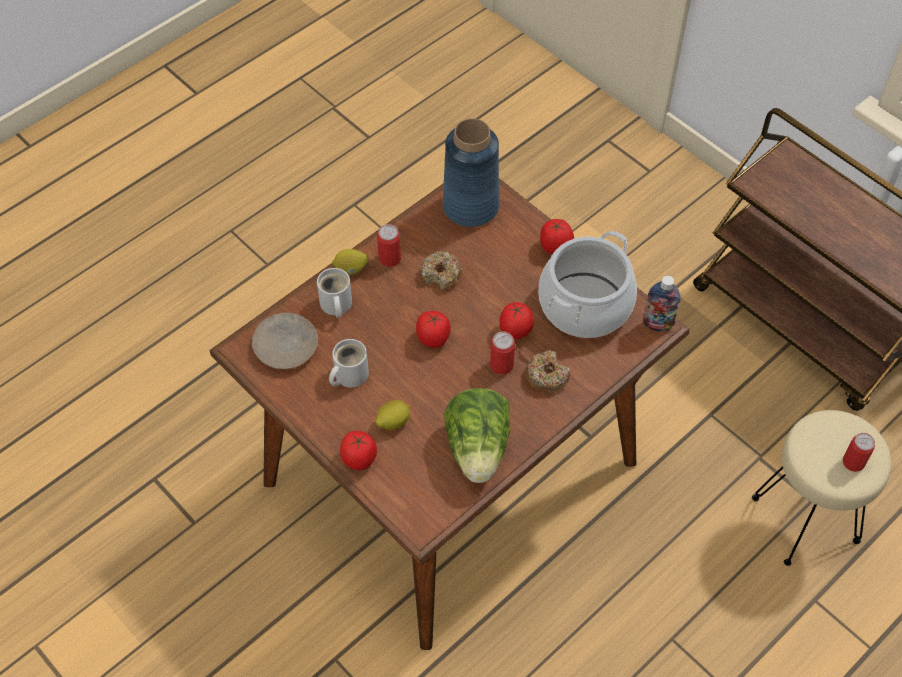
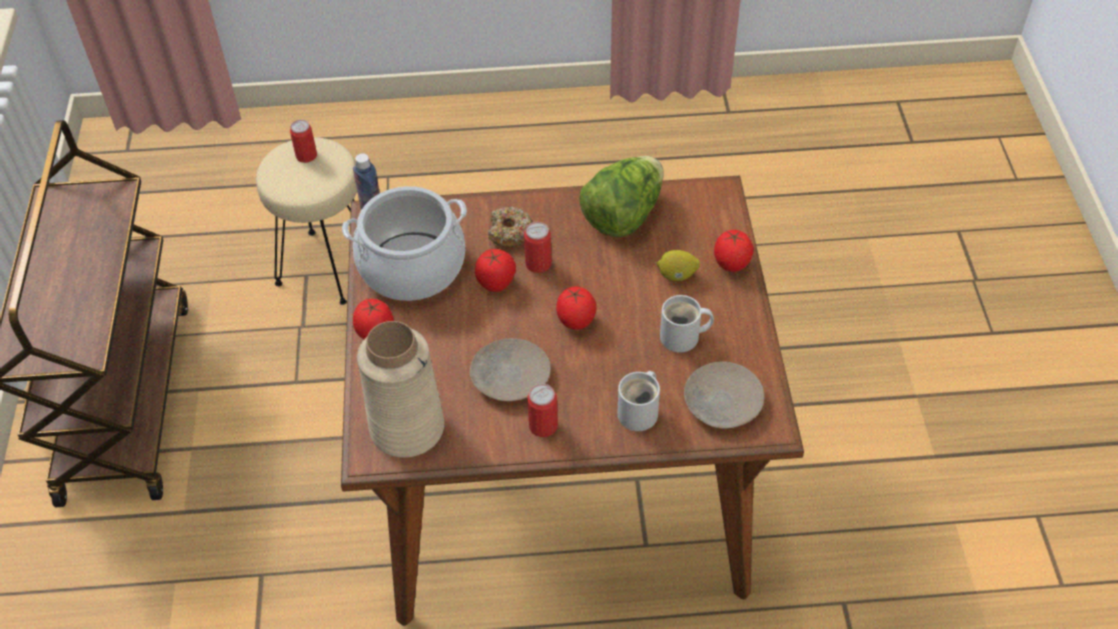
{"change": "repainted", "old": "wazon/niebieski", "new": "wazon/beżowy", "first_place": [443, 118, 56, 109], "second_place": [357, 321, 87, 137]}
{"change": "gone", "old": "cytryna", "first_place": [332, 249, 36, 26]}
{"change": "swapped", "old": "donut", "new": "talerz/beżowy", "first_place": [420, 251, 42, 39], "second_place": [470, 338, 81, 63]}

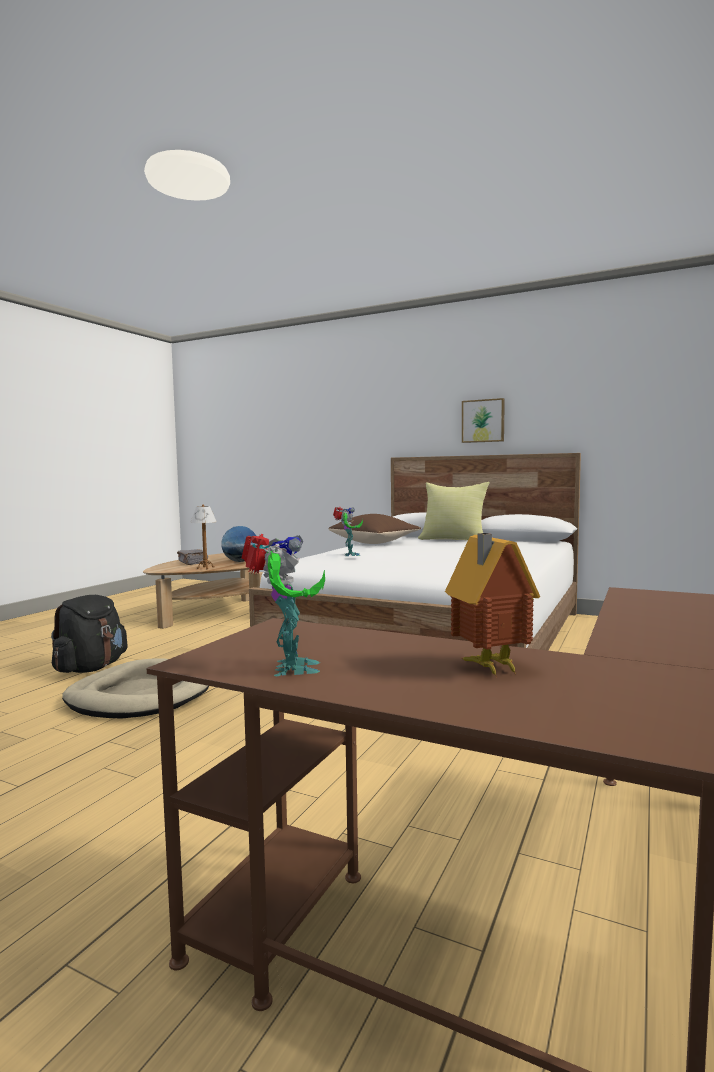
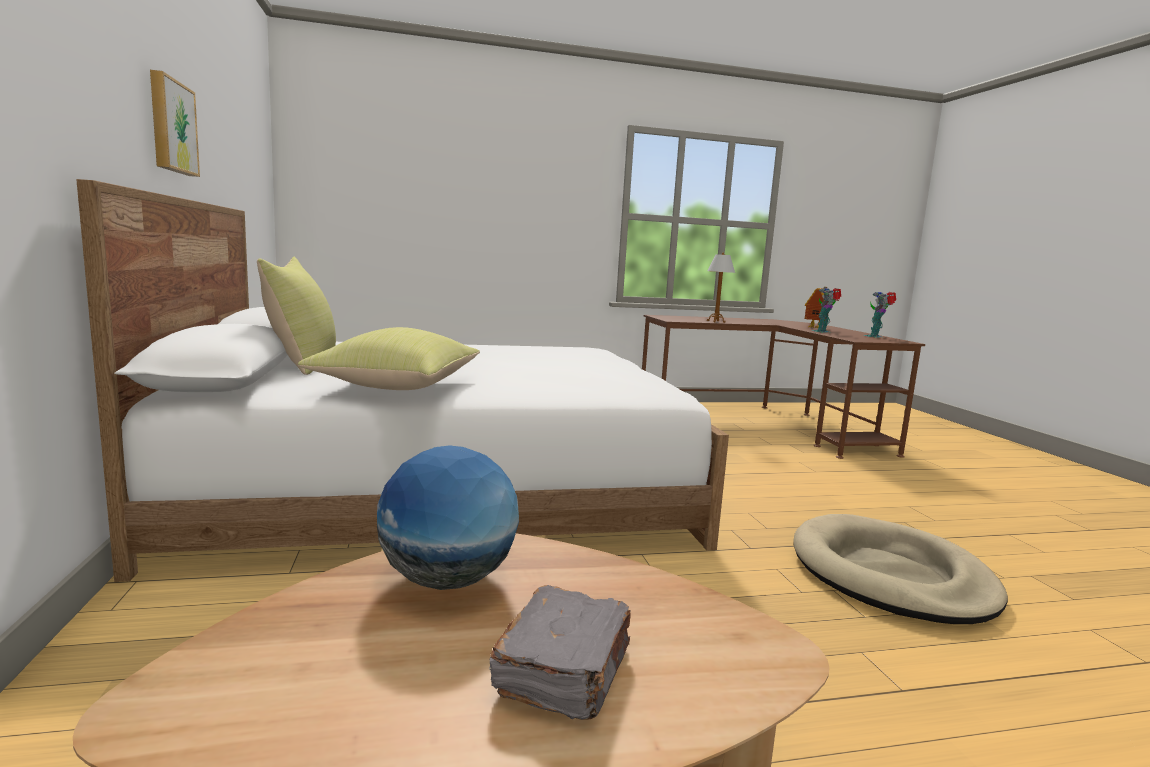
{"change": "shifted", "old": "lampa stołowa", "first_place": [190, 504, 27, 65], "second_place": [707, 252, 28, 71]}
{"change": "shifted", "old": "robot zabawkowy", "first_place": [333, 507, 30, 49], "second_place": [812, 288, 29, 45]}
{"change": "repainted", "old": "poduszka/brązowy", "new": "poduszka/żółty", "first_place": [329, 514, 92, 30], "second_place": [298, 327, 182, 63]}
{"change": "gone", "old": "plecak/czarny", "first_place": [51, 595, 77, 78]}

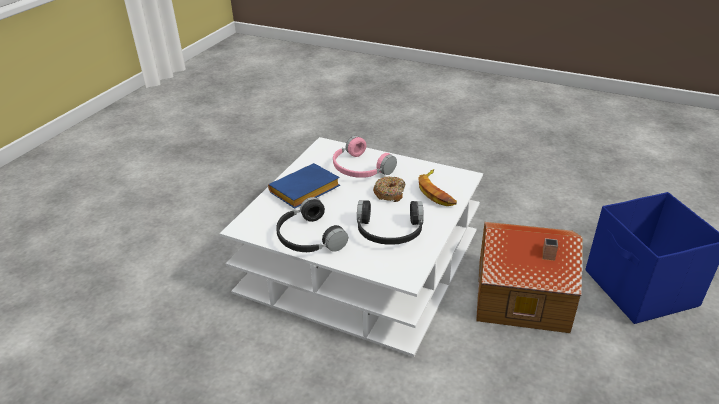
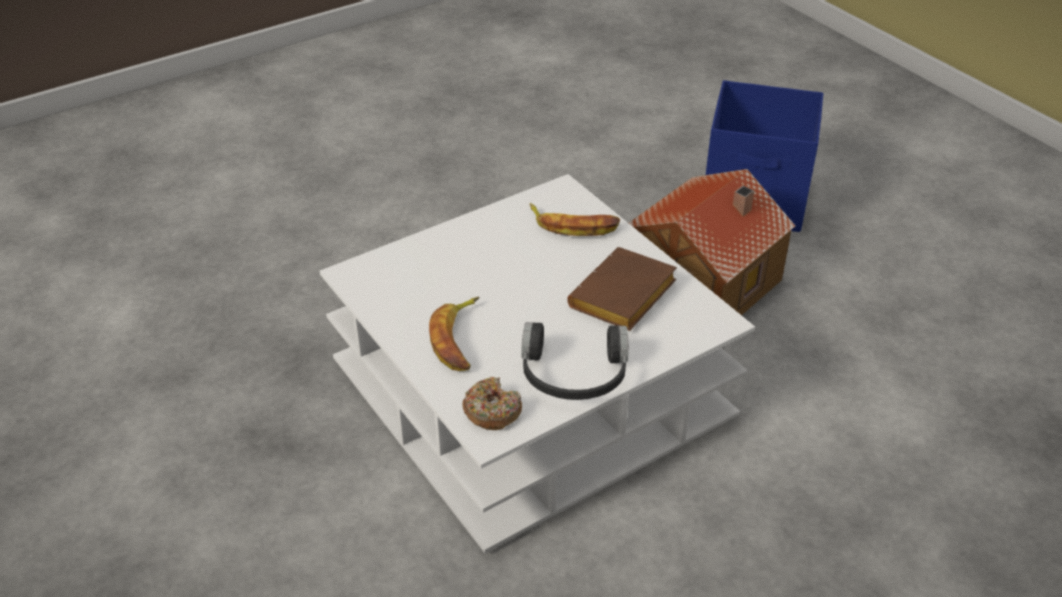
{"change": "gone", "old": "słuchawki/różowy", "first_place": [333, 136, 64, 42]}
{"change": "swapped", "old": "książka/niebieski", "new": "banan", "first_place": [268, 163, 72, 46], "second_place": [429, 297, 50, 74]}
{"change": "shifted", "old": "donut", "first_place": [373, 176, 32, 26], "second_place": [462, 377, 60, 53]}
{"change": "swapped", "old": "słuchawki/czarny", "new": "książka/brązowy", "first_place": [357, 200, 67, 45], "second_place": [567, 247, 110, 84]}

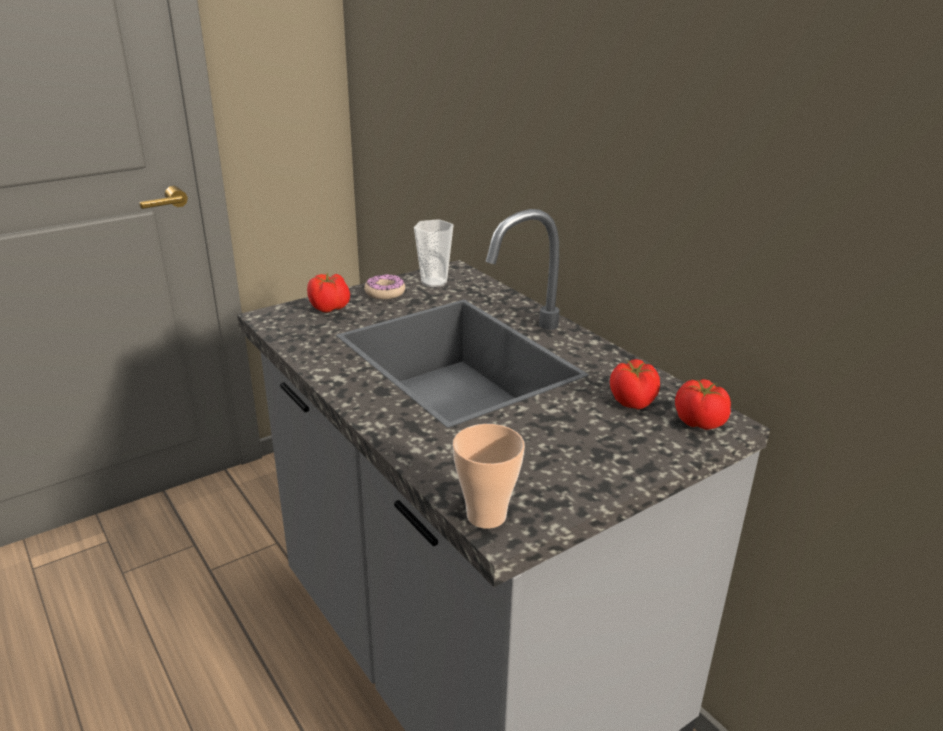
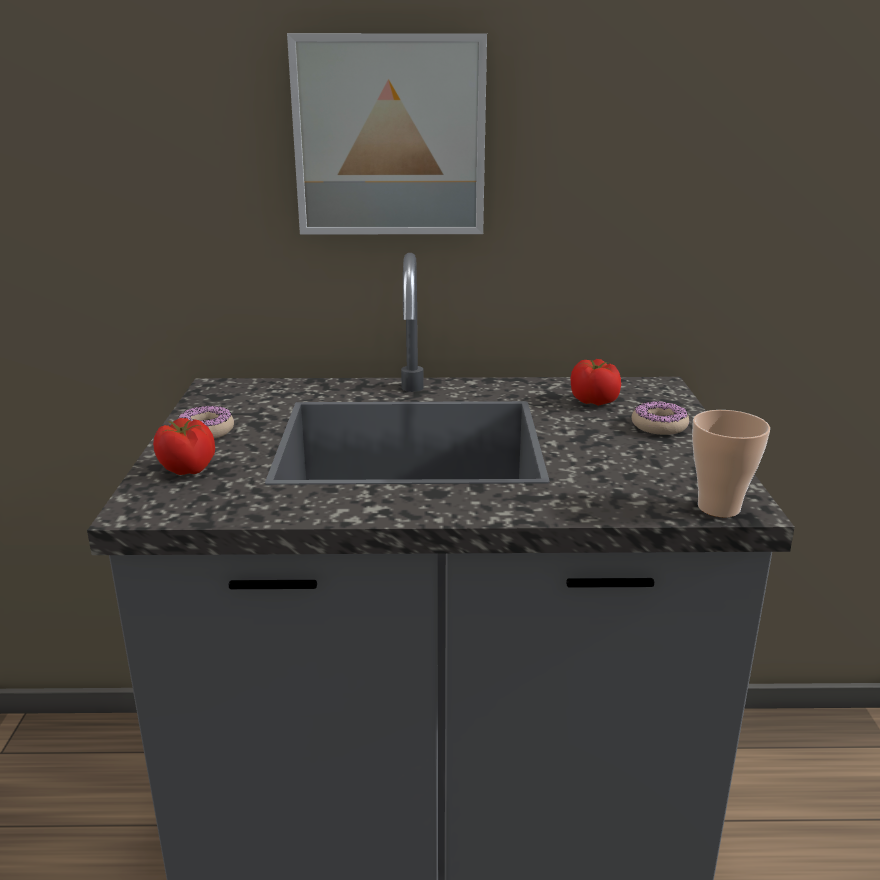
{"change": "gone", "old": "filiżanka", "first_place": [414, 219, 40, 68]}
{"change": "gone", "old": "pomidor", "first_place": [675, 379, 56, 51]}
{"change": "new", "new": "obraz", "second_place": [287, 33, 200, 202]}
{"change": "new", "new": "donut", "second_place": [632, 401, 57, 34]}

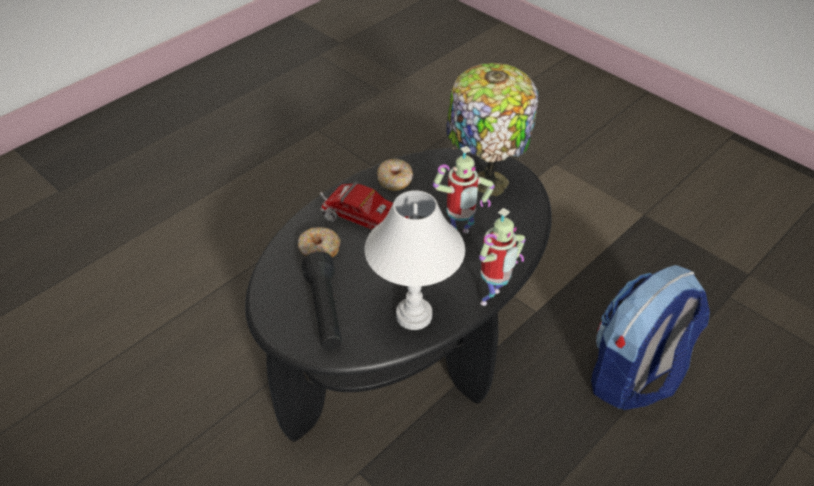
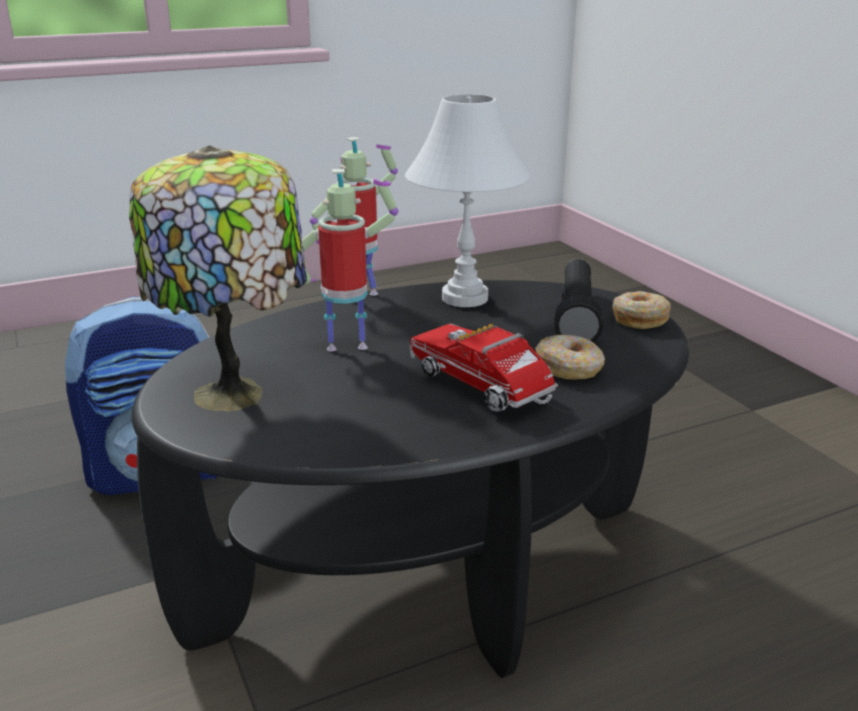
{"change": "shifted", "old": "donut", "first_place": [377, 159, 36, 32], "second_place": [612, 291, 59, 38]}

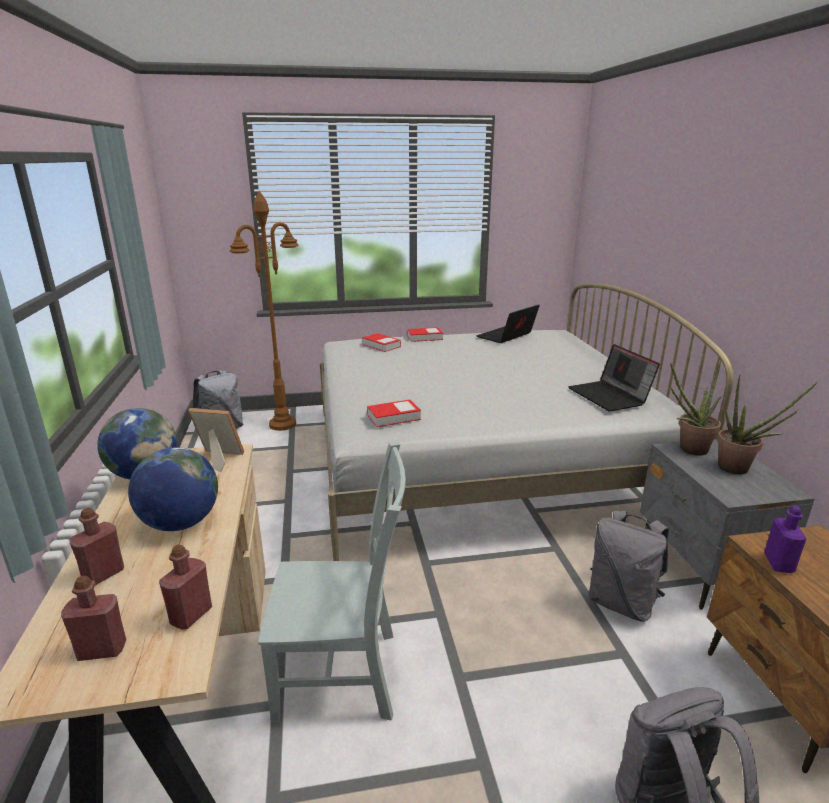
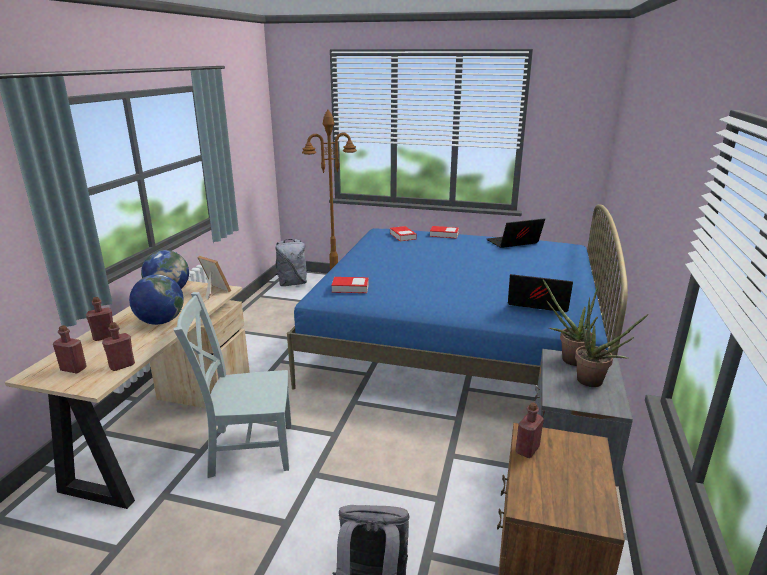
{"change": "repainted", "old": "łóżko/biały", "new": "łóżko/niebieski", "first_place": [320, 283, 414, 278], "second_place": [287, 204, 341, 186]}
{"change": "rotated", "old": "laptop", "first_place": [568, 344, 92, 67], "second_place": [508, 274, 65, 38], "degrees": 105}
{"change": "rotated", "old": "krzesło/szary", "first_place": [258, 441, 148, 281], "second_place": [173, 292, 119, 186], "degrees": 150}
{"change": "repainted", "old": "butelka/fioletowy", "new": "butelka/czerwony", "first_place": [764, 506, 43, 67], "second_place": [515, 402, 29, 56]}
{"change": "gone", "old": "plecak/szary", "first_place": [589, 511, 80, 111]}

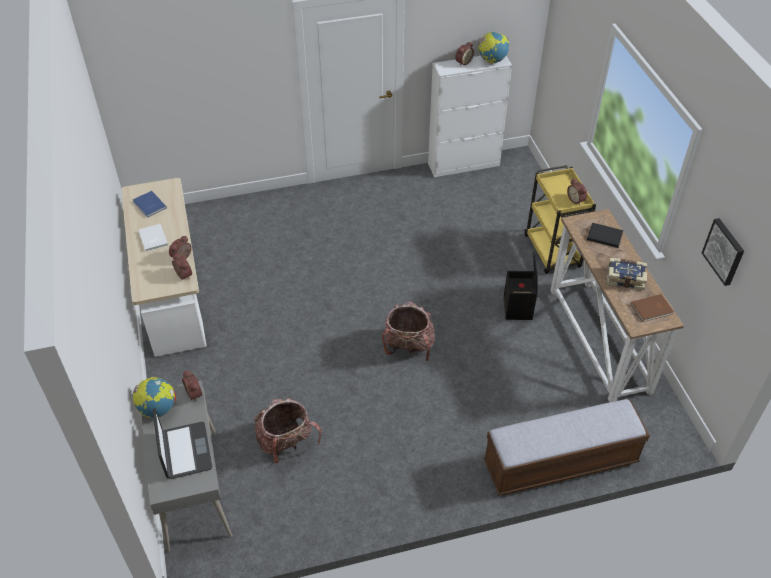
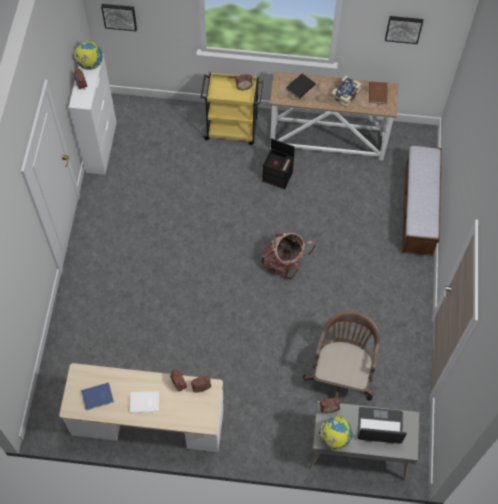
{"change": "swapped", "old": "plecak", "new": "krzesło biurowe/brązowy", "first_place": [254, 398, 68, 66], "second_place": [303, 311, 77, 90]}
{"change": "new", "new": "obraz", "second_place": [101, 4, 36, 27]}

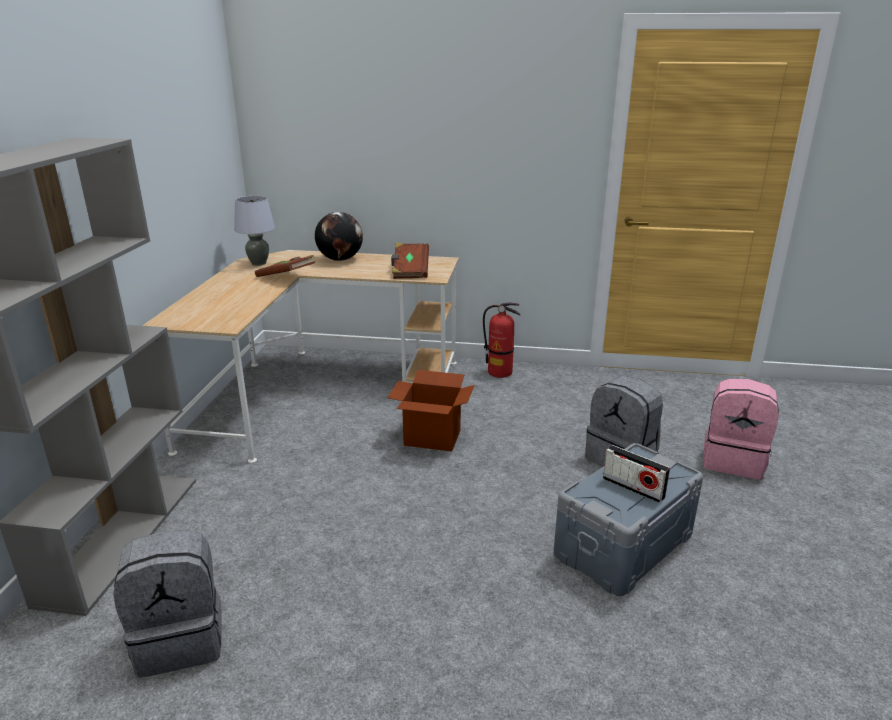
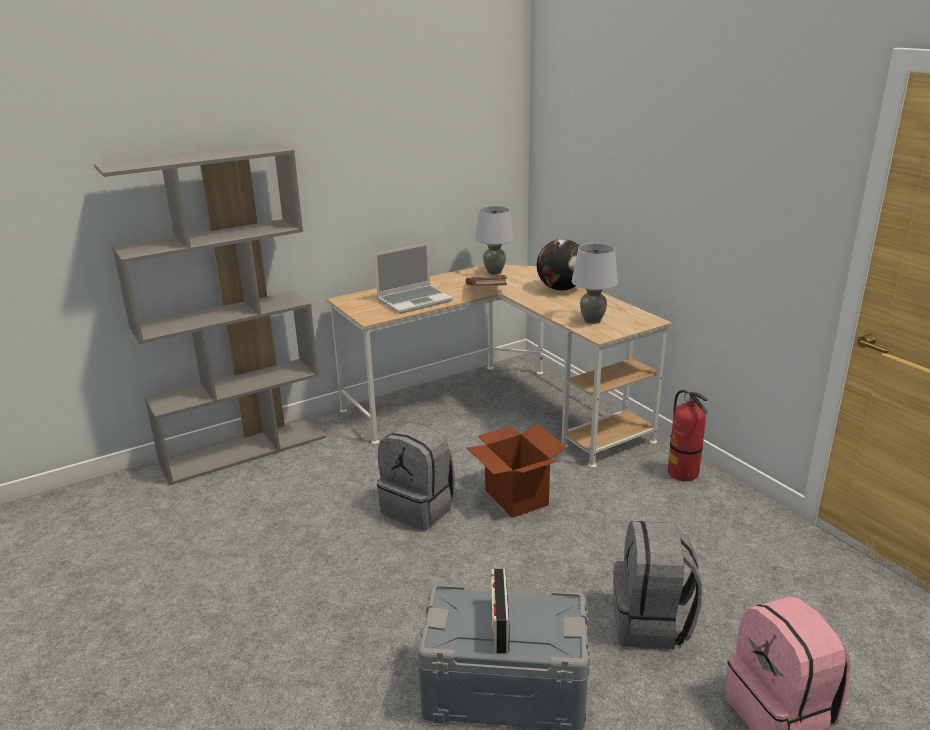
{"change": "swapped", "old": "książka/brązowy", "new": "lampa stołowa/szary", "first_place": [391, 243, 38, 36], "second_place": [572, 243, 46, 81]}
{"change": "shifted", "old": "plecak/szary", "first_place": [113, 530, 108, 147], "second_place": [377, 423, 78, 108]}
{"change": "new", "new": "laptop", "second_place": [374, 243, 79, 71]}

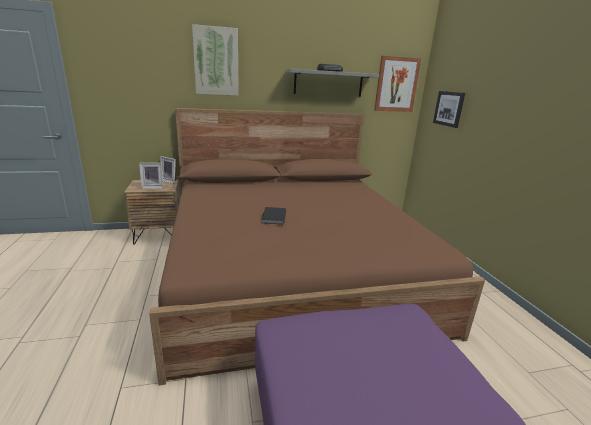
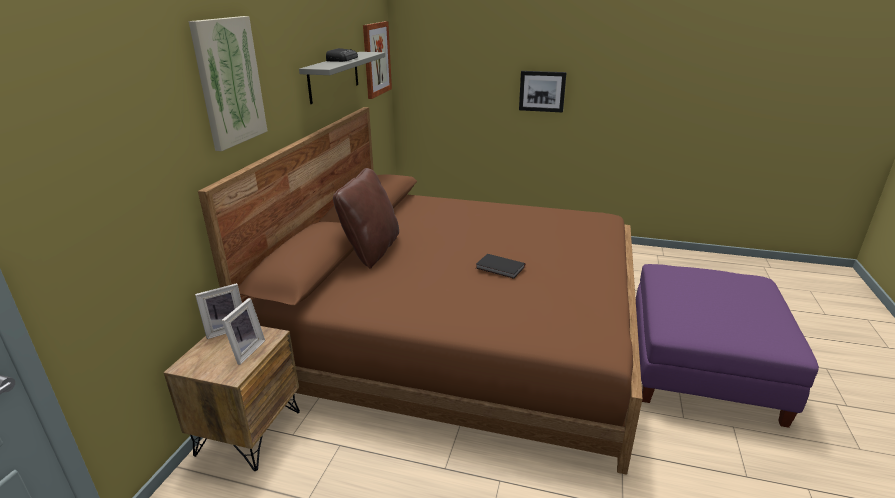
{"change": "shifted", "old": "obraz", "first_place": [433, 91, 32, 37], "second_place": [519, 71, 48, 42]}
{"change": "new", "new": "poduszka/brązowy", "second_place": [333, 168, 66, 101]}

